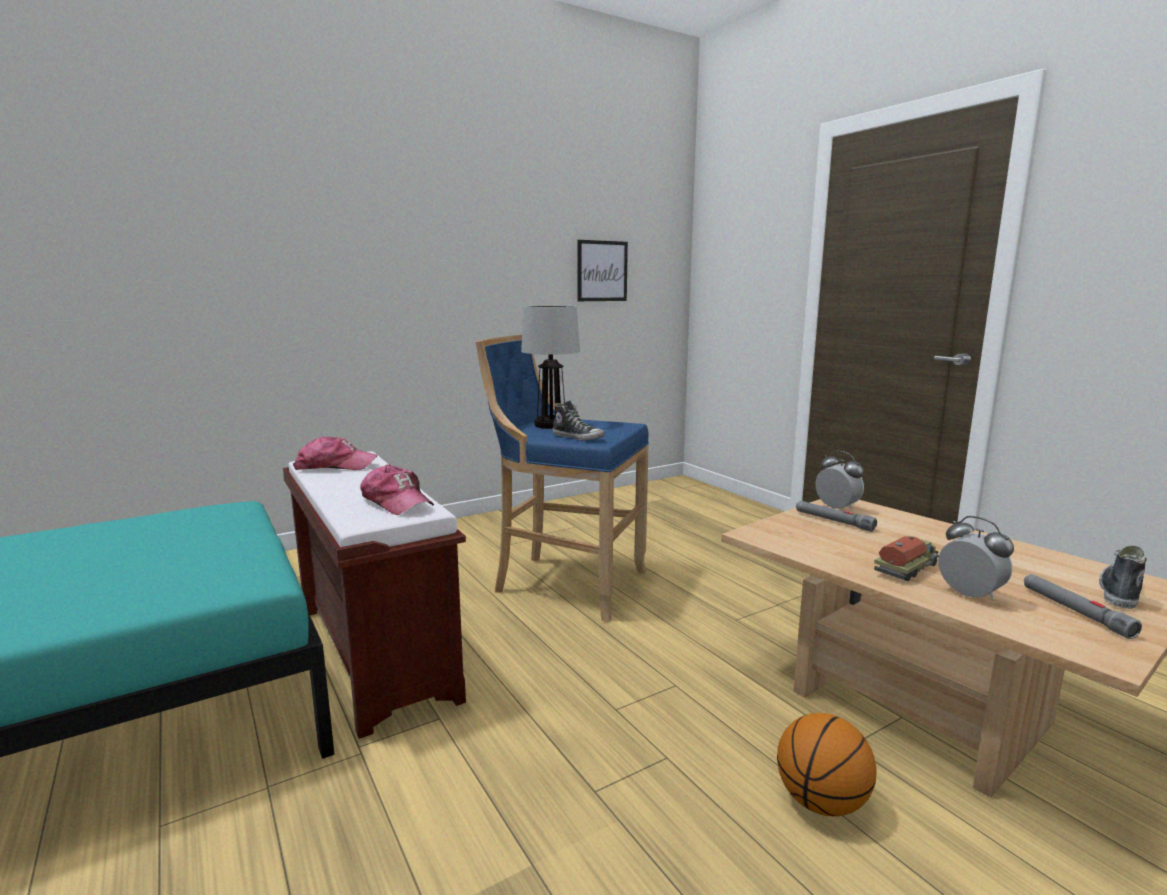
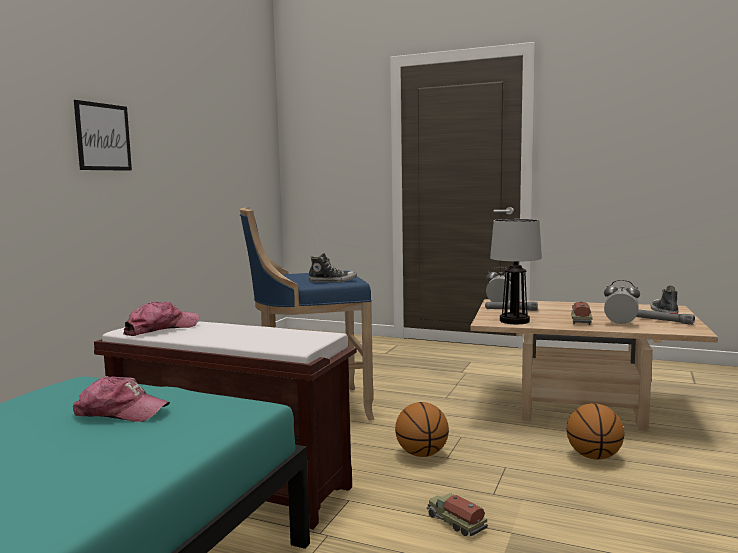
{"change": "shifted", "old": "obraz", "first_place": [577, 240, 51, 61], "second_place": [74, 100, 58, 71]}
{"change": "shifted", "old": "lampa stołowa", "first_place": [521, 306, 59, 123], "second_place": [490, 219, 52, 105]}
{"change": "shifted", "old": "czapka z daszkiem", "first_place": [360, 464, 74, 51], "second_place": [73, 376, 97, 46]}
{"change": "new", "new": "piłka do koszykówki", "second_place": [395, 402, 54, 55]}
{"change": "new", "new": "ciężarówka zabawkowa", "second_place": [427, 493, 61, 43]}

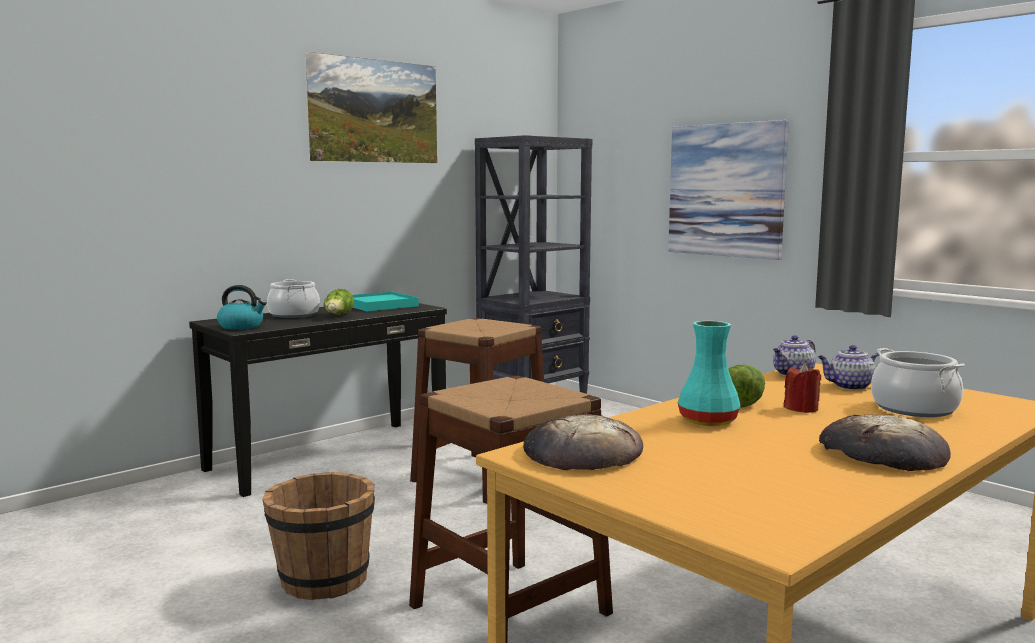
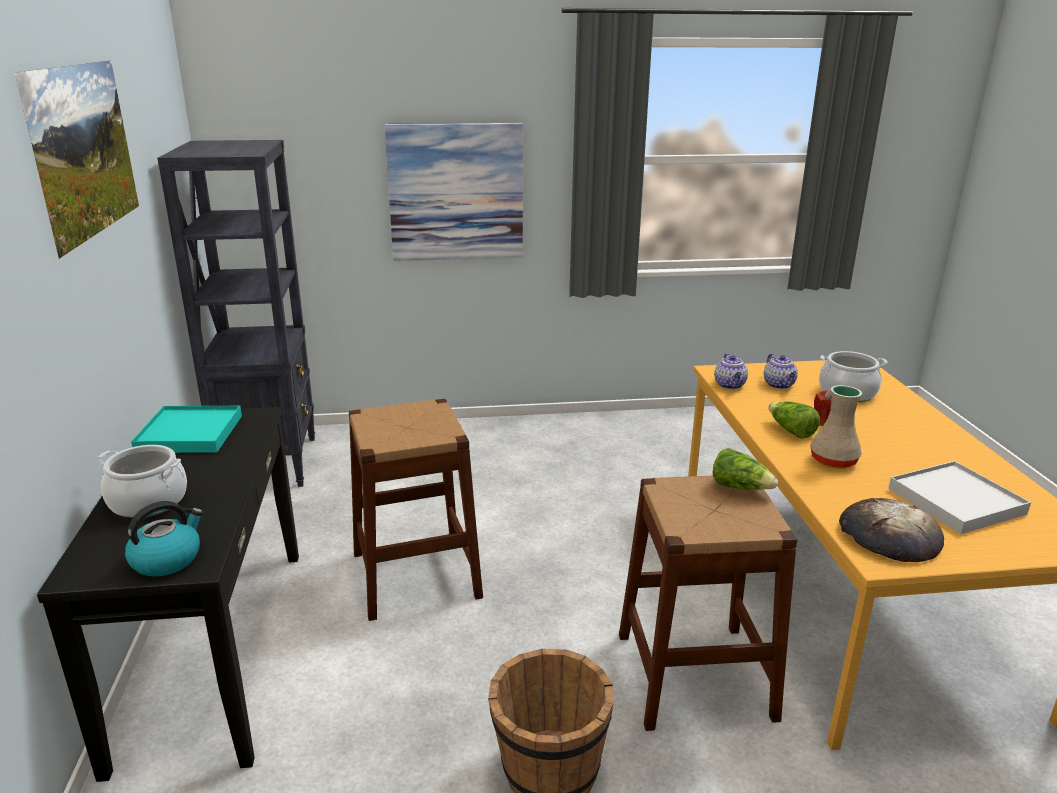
{"change": "shifted", "old": "sałata", "first_place": [324, 289, 30, 26], "second_place": [713, 448, 65, 42]}
{"change": "repainted", "old": "wazon/turkusowy", "new": "wazon/beżowy", "first_place": [678, 321, 63, 105], "second_place": [810, 385, 52, 84]}
{"change": "rotated", "old": "imbryk", "first_place": [818, 345, 64, 45], "second_place": [764, 354, 34, 35], "degrees": -45}
{"change": "gone", "old": "chleb", "first_place": [819, 414, 132, 57]}
{"change": "new", "new": "taca/biały", "second_place": [888, 461, 143, 73]}

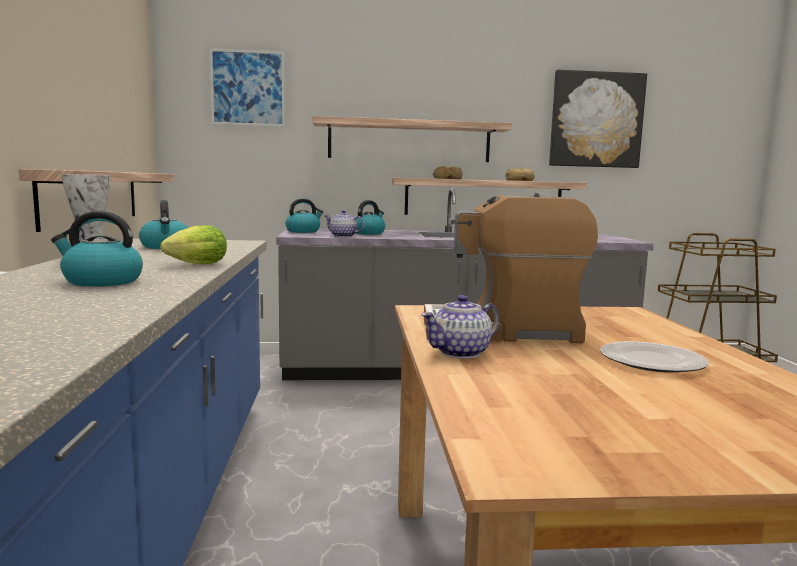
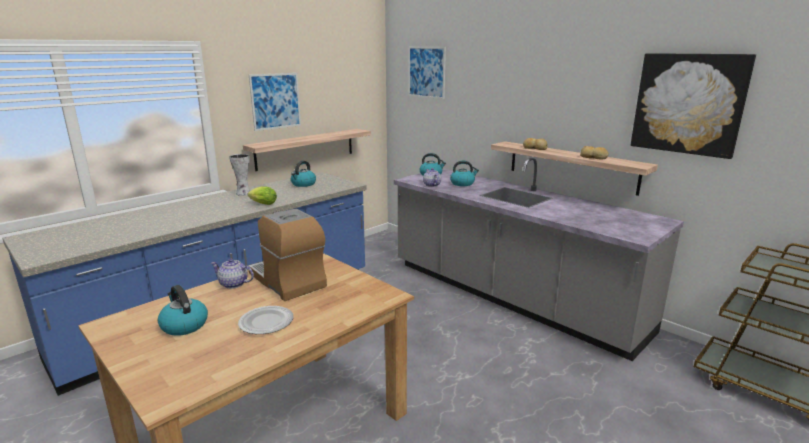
{"change": "gone", "old": "półka", "first_place": [312, 116, 200, 46]}
{"change": "shifted", "old": "czajnik", "first_place": [51, 211, 92, 76], "second_place": [158, 285, 50, 51]}
{"change": "new", "new": "obraz", "second_place": [249, 73, 52, 58]}

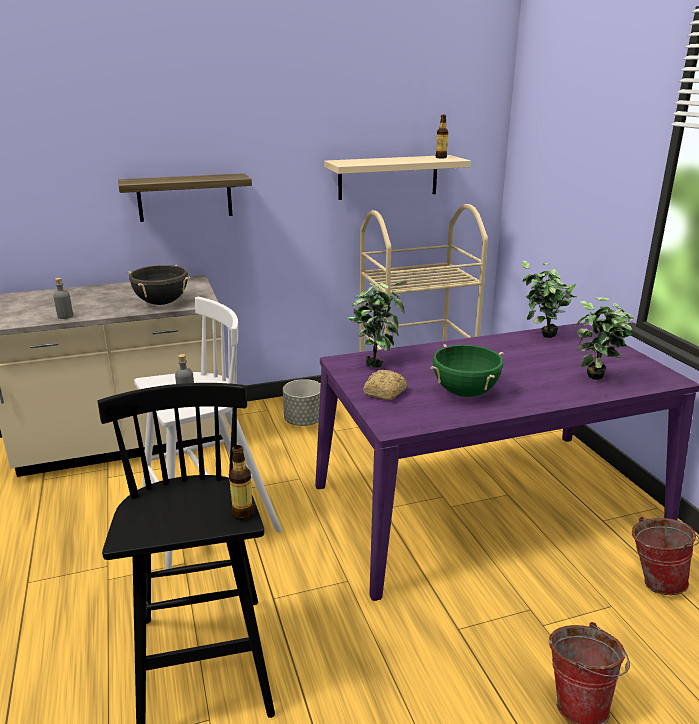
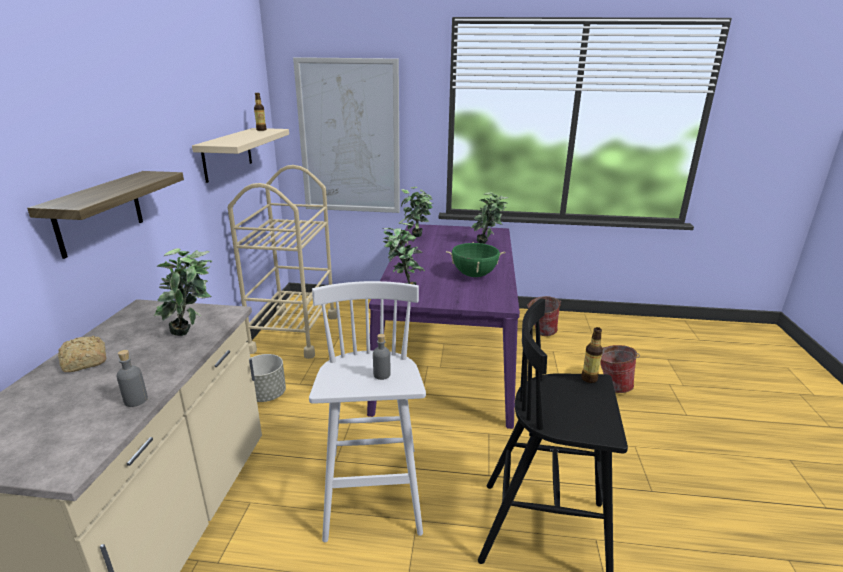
{"change": "swapped", "old": "garnek/czarny", "new": "roślina doniczkowa", "first_place": [127, 265, 64, 40], "second_place": [154, 248, 58, 88]}
{"change": "shifted", "old": "chleb", "first_place": [363, 370, 44, 31], "second_place": [58, 336, 48, 36]}
{"change": "new", "new": "obraz", "second_place": [293, 57, 107, 156]}

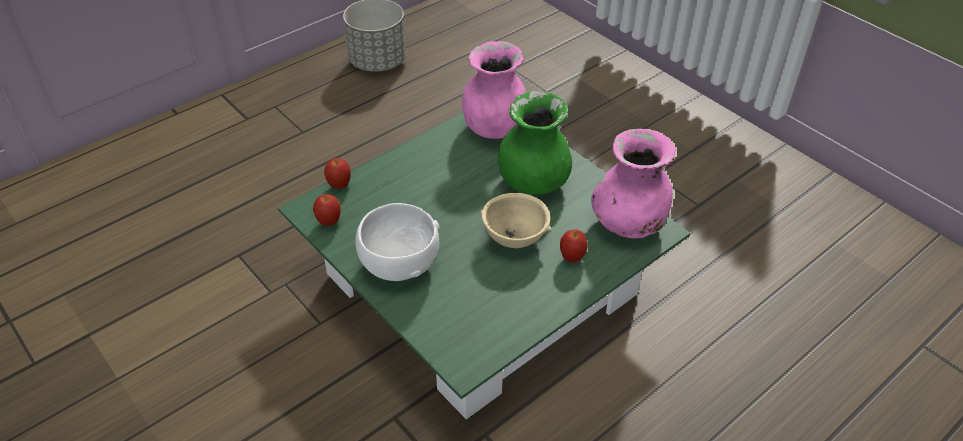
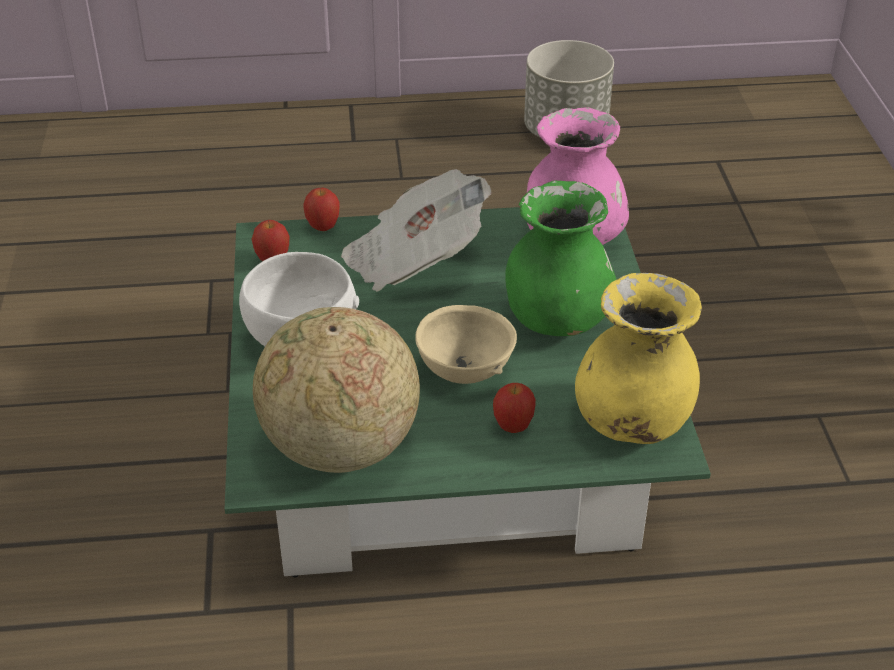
{"change": "repainted", "old": "wazon/różowy", "new": "wazon/żółty", "first_place": [591, 129, 84, 109], "second_place": [575, 273, 127, 171]}
{"change": "new", "new": "gazeta", "second_place": [341, 169, 151, 123]}
{"change": "new", "new": "globus", "second_place": [253, 307, 167, 166]}

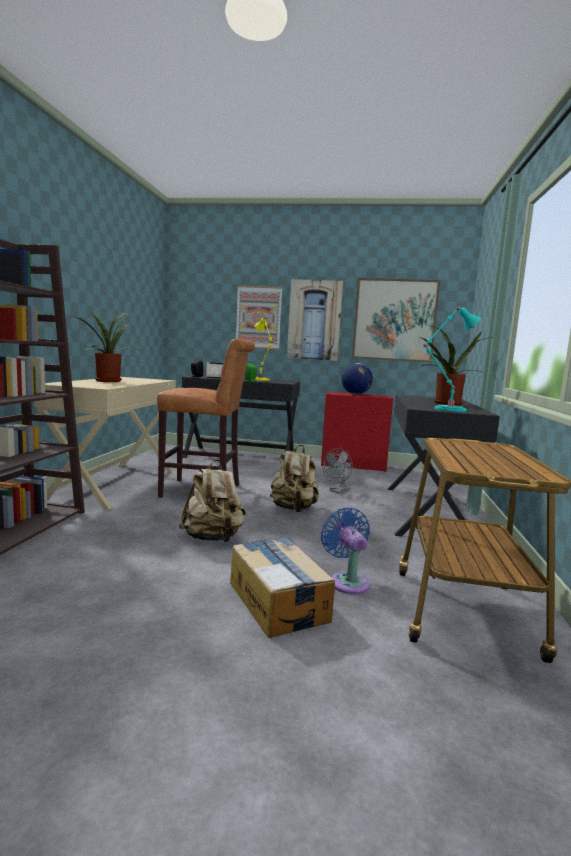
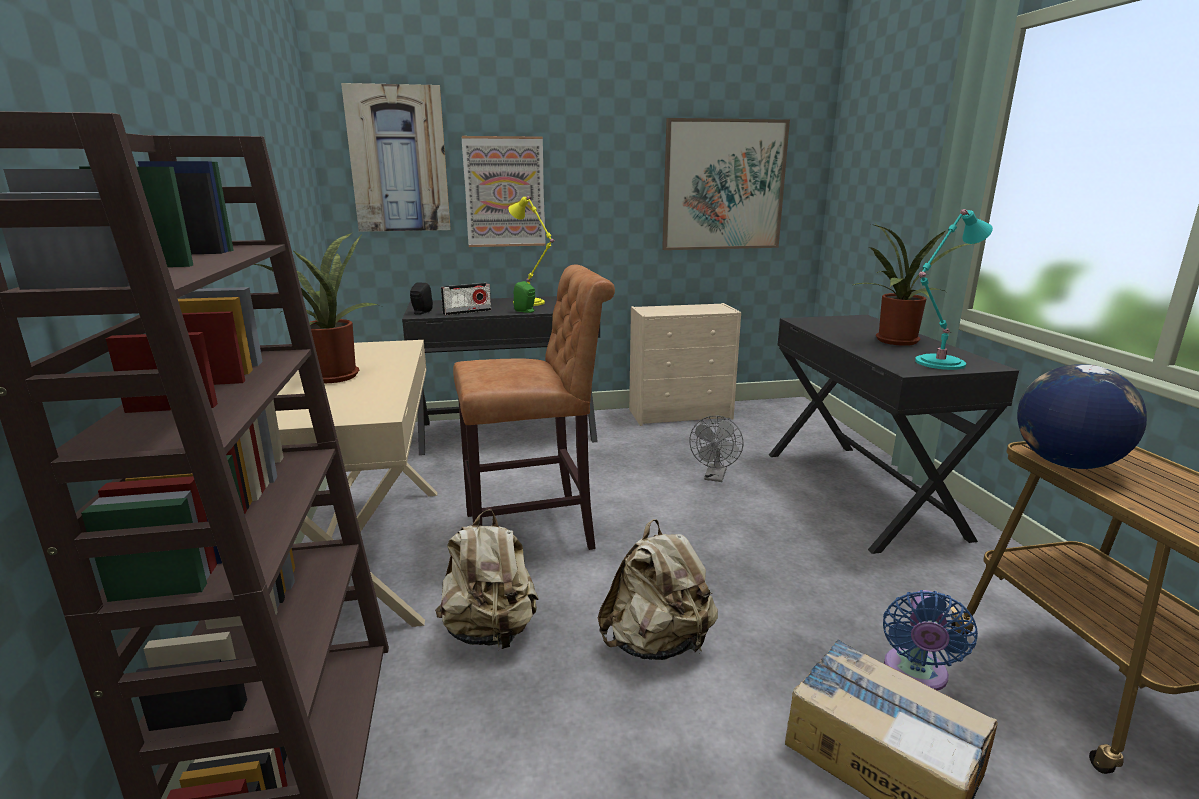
{"change": "shifted", "old": "obraz", "first_place": [287, 279, 56, 82], "second_place": [341, 83, 110, 149]}
{"change": "shifted", "old": "globus", "first_place": [341, 363, 32, 31], "second_place": [1017, 364, 130, 105]}
{"change": "repainted", "old": "komoda/czerwony", "new": "komoda/beżowy", "first_place": [321, 391, 72, 81], "second_place": [629, 303, 112, 123]}
{"change": "shifted", "old": "plecak/beżowy", "first_place": [270, 445, 49, 67], "second_place": [435, 509, 104, 141]}
{"change": "rotated", "old": "wentylator/niebieski", "first_place": [321, 507, 49, 87], "second_place": [883, 590, 95, 101], "degrees": -120}

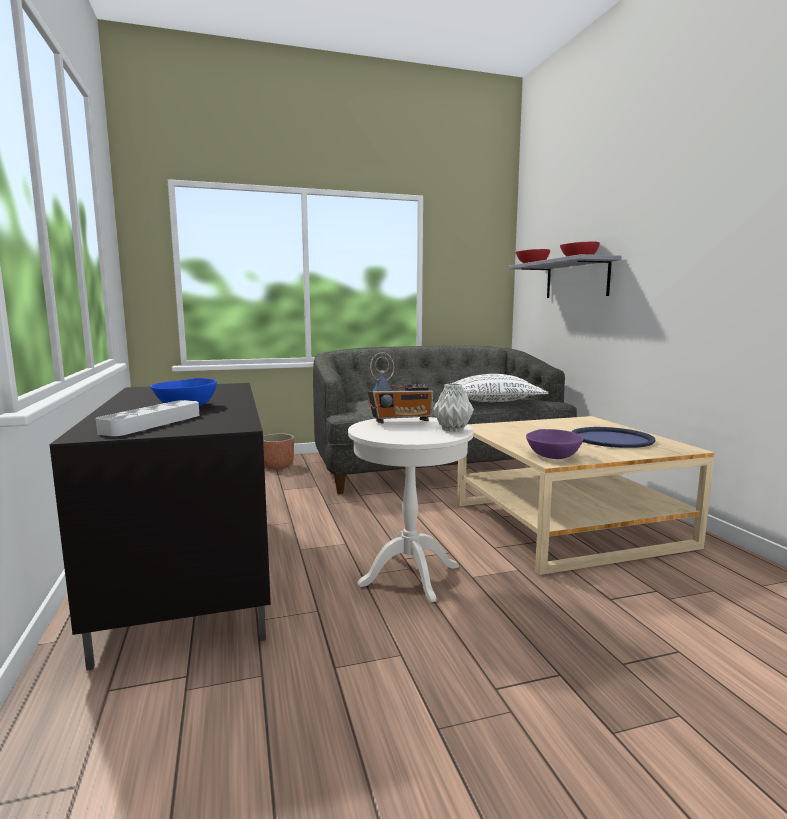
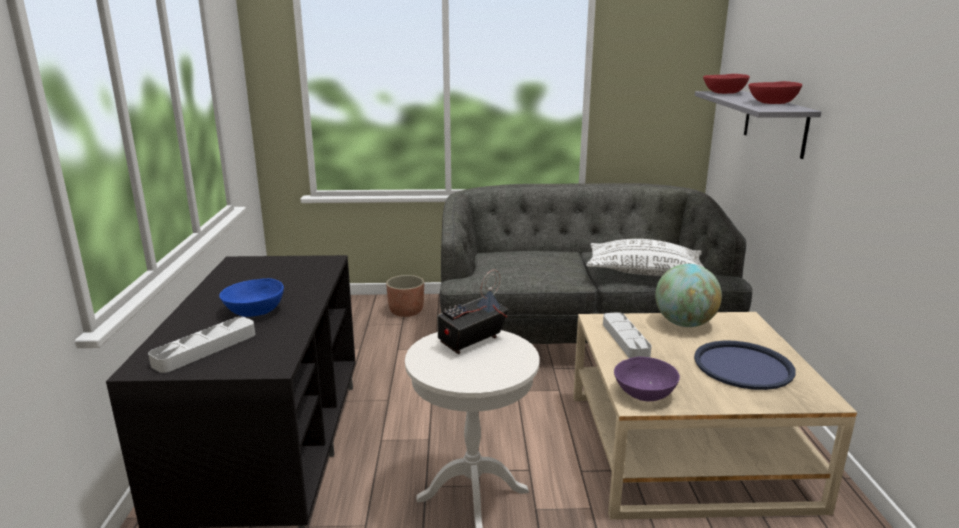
{"change": "rotated", "old": "radio", "first_place": [368, 352, 65, 71], "second_place": [438, 269, 70, 85], "degrees": 135}
{"change": "gone", "old": "wazon/szary", "first_place": [433, 383, 41, 49]}
{"change": "new", "new": "globus", "second_place": [655, 264, 67, 63]}
{"change": "new", "new": "taca/szary", "second_place": [603, 312, 49, 46]}

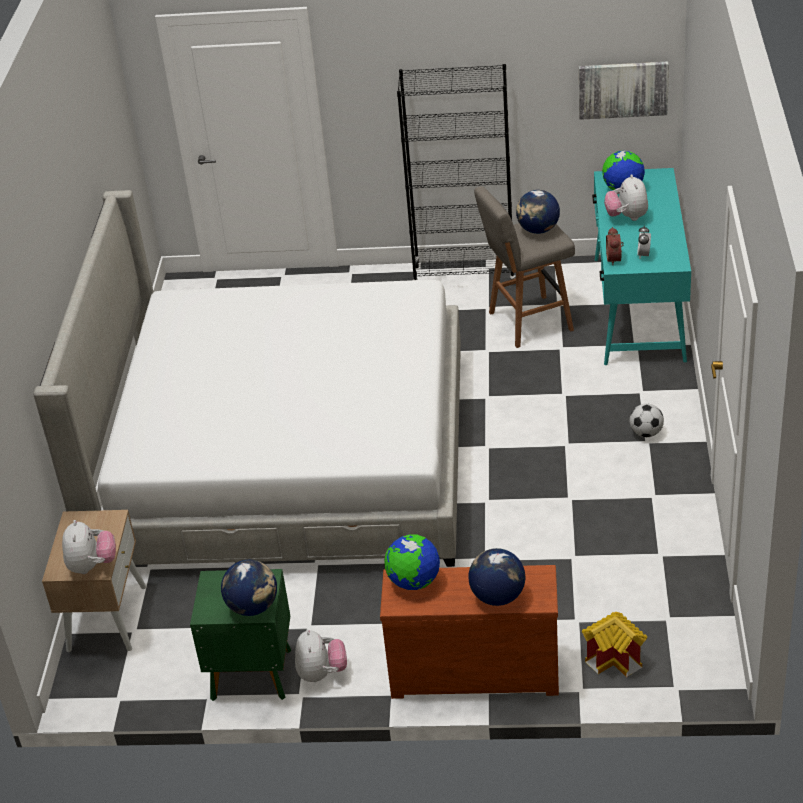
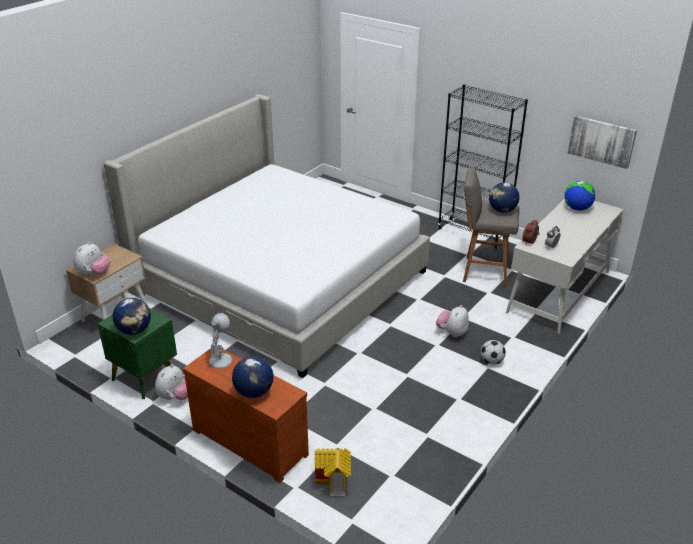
{"change": "repainted", "old": "biurko/turkusowy", "new": "biurko/biały", "first_place": [592, 168, 99, 197], "second_place": [506, 199, 118, 135]}
{"change": "shifted", "old": "pluszak", "first_place": [604, 174, 44, 47], "second_place": [436, 305, 33, 33]}
{"change": "swapped", "old": "globus", "new": "lampa stołowa/biały", "first_place": [384, 535, 56, 55], "second_place": [209, 313, 23, 55]}

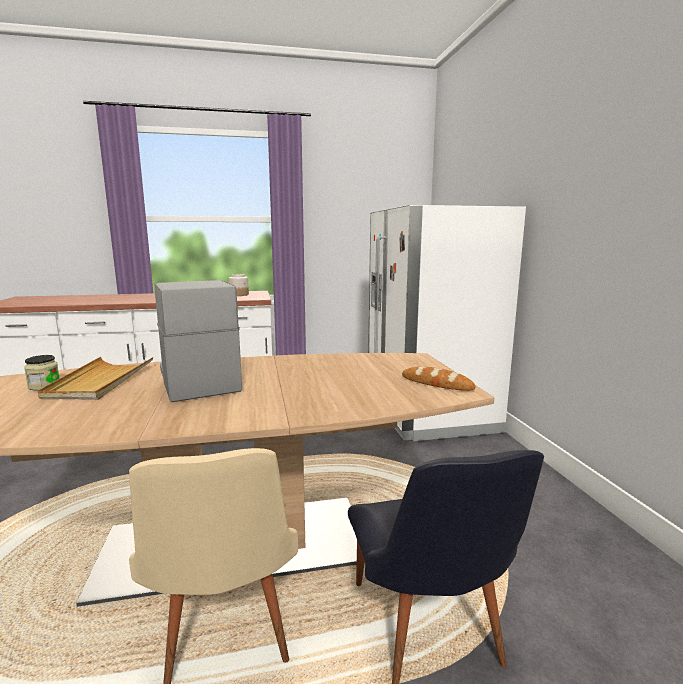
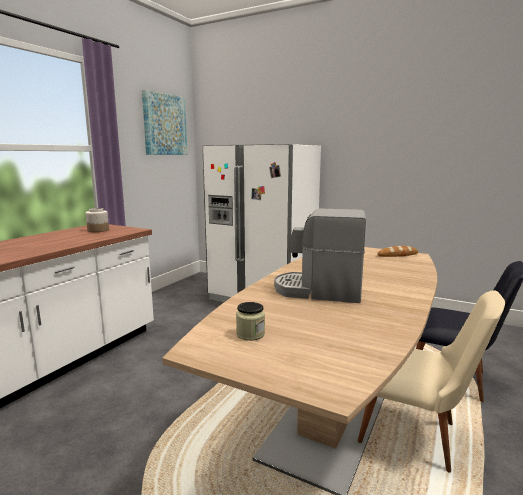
{"change": "gone", "old": "taca/beżowy", "first_place": [38, 357, 115, 43]}
{"change": "new", "new": "obraz", "second_place": [142, 90, 45, 65]}

